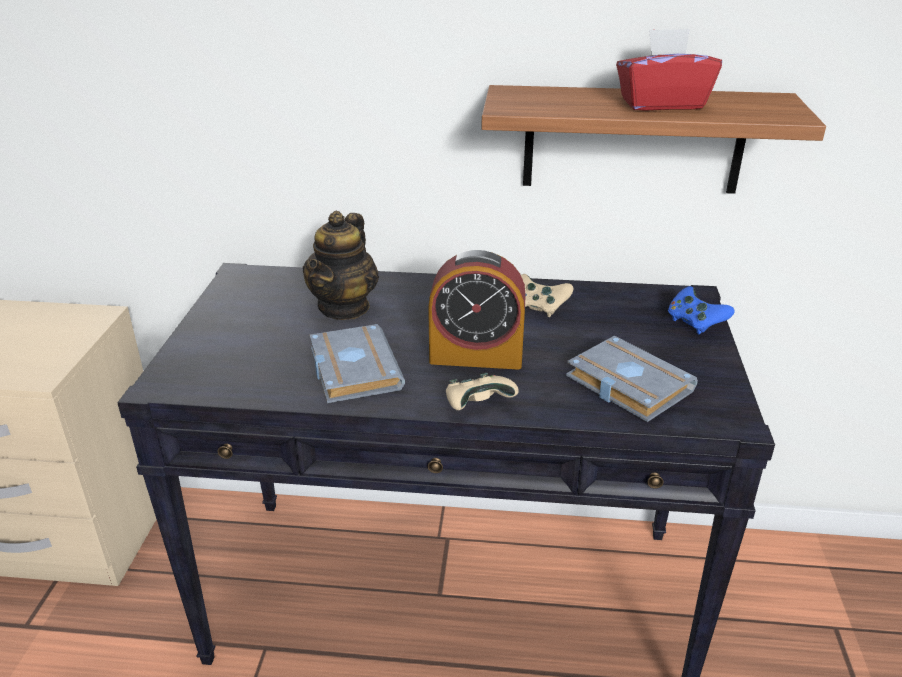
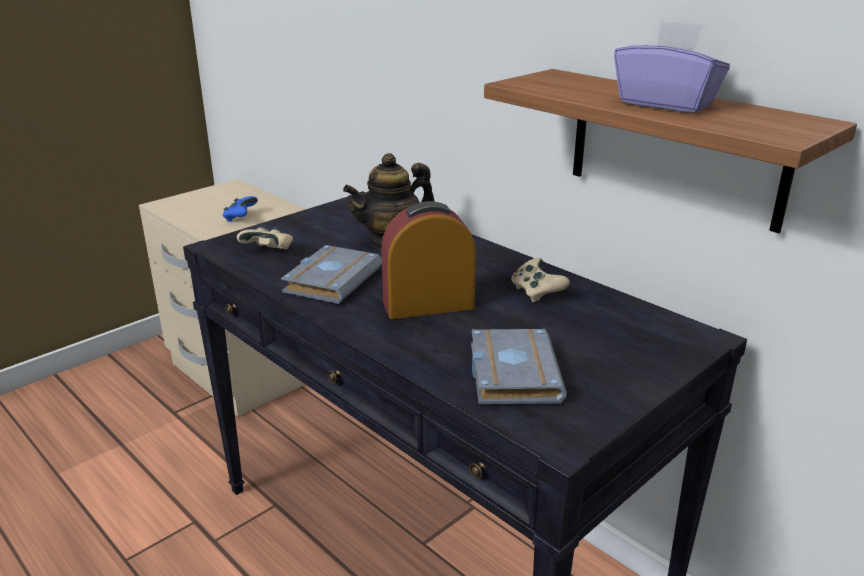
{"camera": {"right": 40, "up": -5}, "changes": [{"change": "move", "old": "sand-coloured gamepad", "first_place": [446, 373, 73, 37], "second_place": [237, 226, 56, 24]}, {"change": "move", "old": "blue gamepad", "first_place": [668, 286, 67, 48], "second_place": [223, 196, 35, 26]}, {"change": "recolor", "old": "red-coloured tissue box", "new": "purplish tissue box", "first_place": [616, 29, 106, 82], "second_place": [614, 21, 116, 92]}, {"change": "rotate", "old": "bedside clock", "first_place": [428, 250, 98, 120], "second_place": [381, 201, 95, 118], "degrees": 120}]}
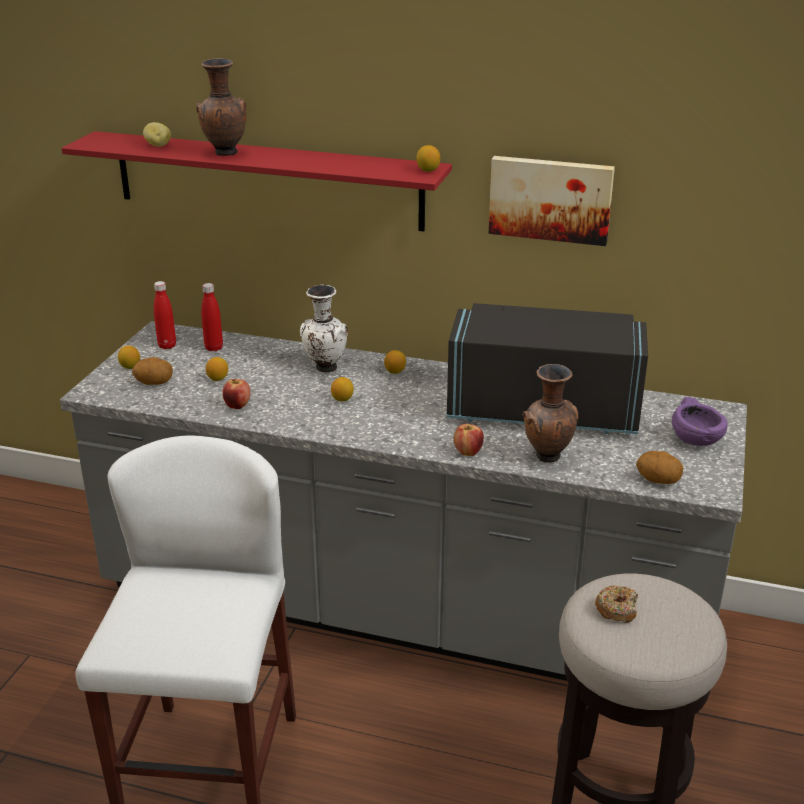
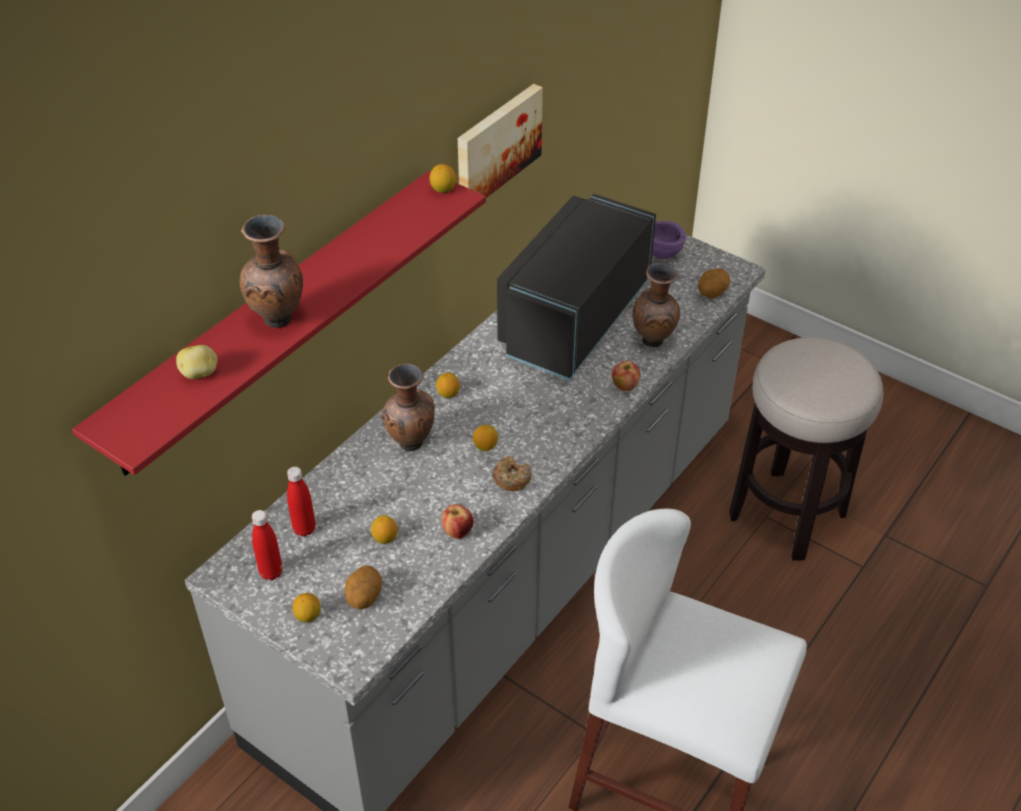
{"camera": {"right": -70, "up": 15}, "changes": [{"change": "move", "old": "donut", "first_place": [595, 586, 43, 37], "second_place": [492, 456, 39, 35]}, {"change": "recolor", "old": "white-coloured decorative vase", "new": "brown decorative vase", "first_place": [300, 285, 48, 87], "second_place": [381, 364, 54, 87]}]}
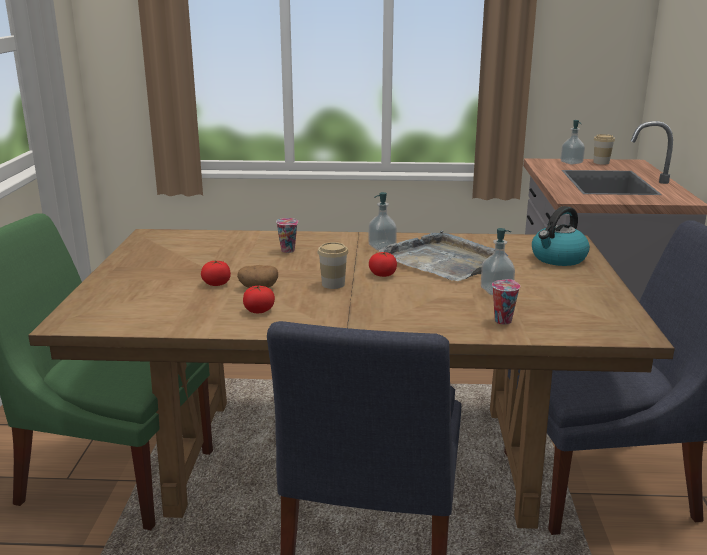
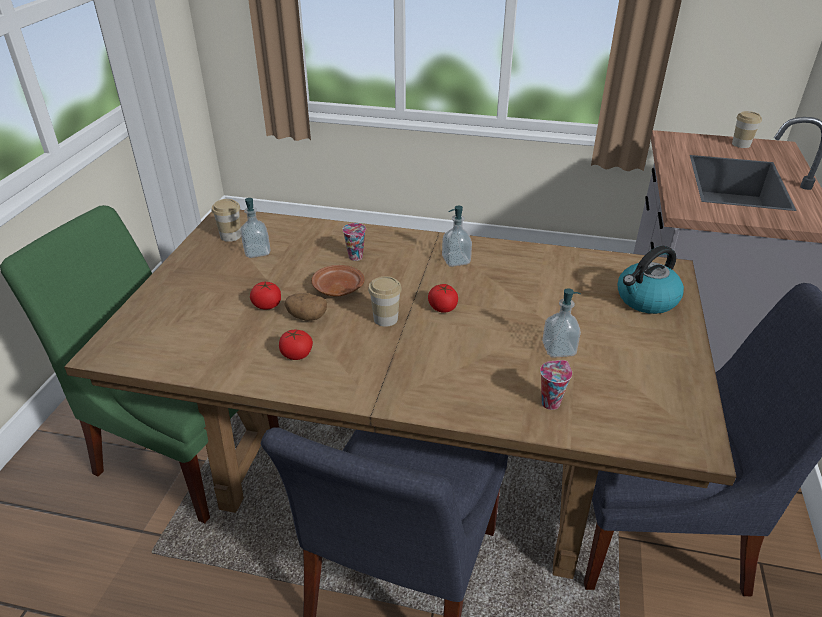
{"camera": {"right": 10, "up": 15}, "changes": [{"change": "delete", "old": "grey tray", "first_place": [379, 230, 129, 51]}, {"change": "insert", "new": "small cup", "second_place": [212, 199, 29, 43]}, {"change": "insert", "new": "brown flat dish", "second_place": [311, 265, 53, 32]}, {"change": "move", "old": "liquid soap bottle", "first_place": [561, 120, 24, 45], "second_place": [240, 198, 30, 60]}]}
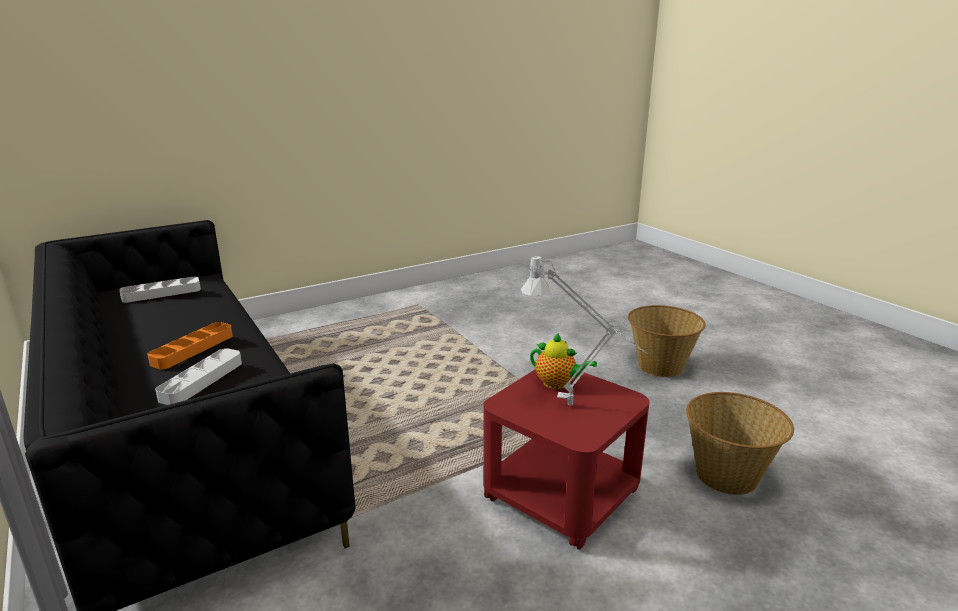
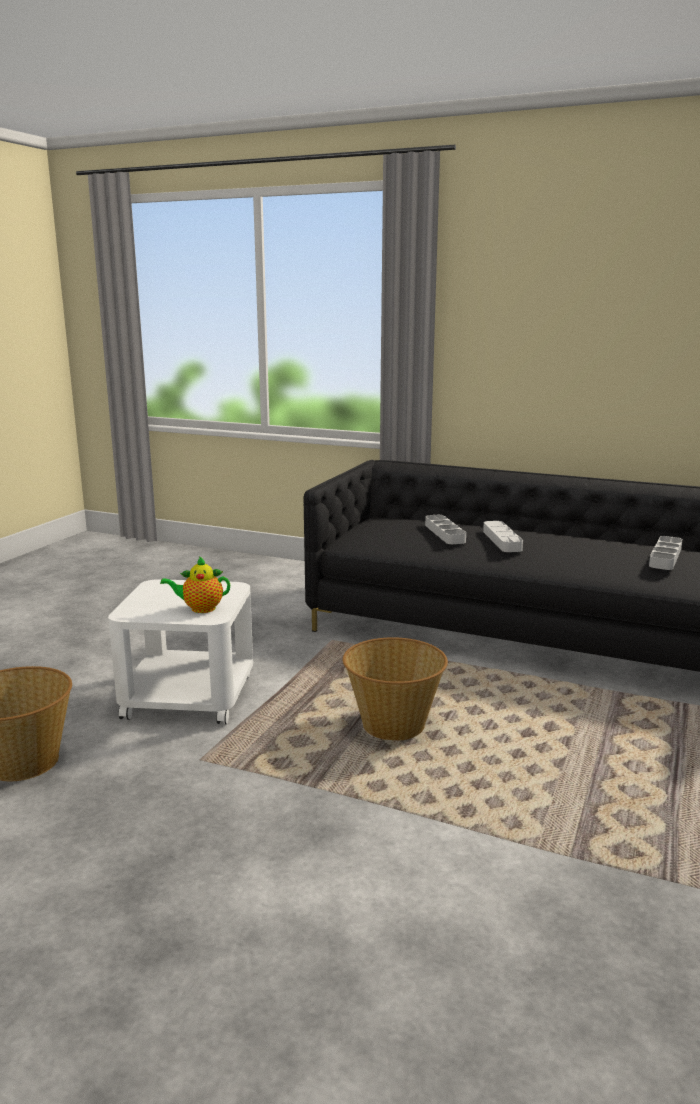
{"camera": {"right": 145, "up": -5}, "changes": [{"change": "delete", "old": "grey lamp for a table", "first_place": [521, 255, 128, 151]}, {"change": "move", "old": "storage basket", "first_place": [628, 305, 78, 72], "second_place": [343, 637, 105, 104]}, {"change": "recolor", "old": "orange-coloured tray", "new": "grey tray", "first_place": [147, 322, 86, 48], "second_place": [483, 521, 40, 31]}, {"change": "recolor", "old": "red-coloured side table", "new": "white-coloured side table", "first_place": [483, 369, 167, 181], "second_place": [108, 579, 145, 145]}]}
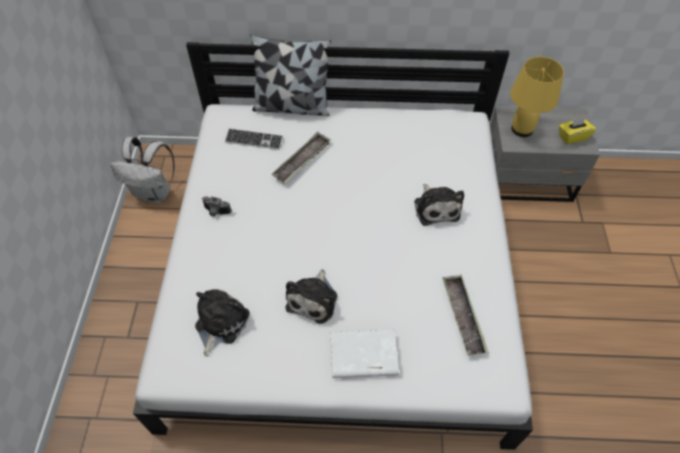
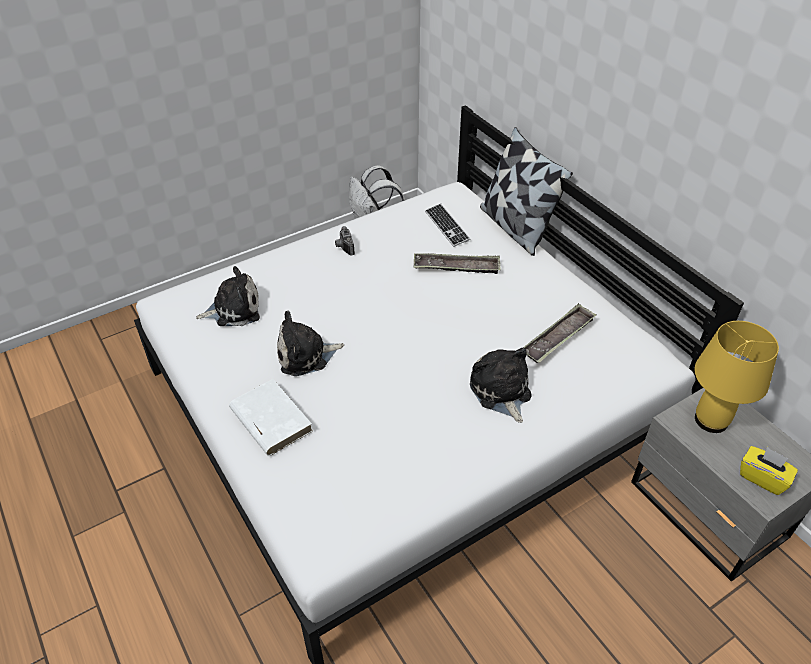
{"camera": {"right": 55, "up": -10}, "changes": [{"change": "move", "old": "tray", "first_place": [442, 275, 47, 81], "second_place": [523, 303, 73, 60]}, {"change": "rotate", "old": "cuddly toy", "first_place": [414, 184, 50, 42], "second_place": [470, 347, 62, 76], "degrees": 120}]}
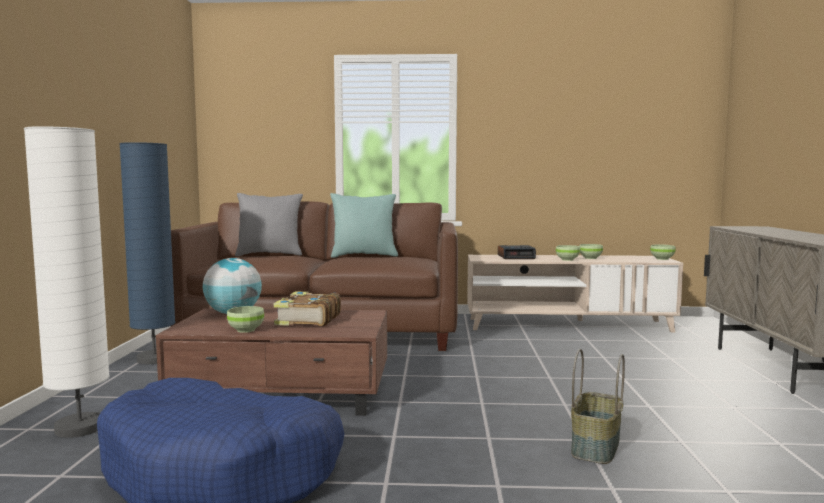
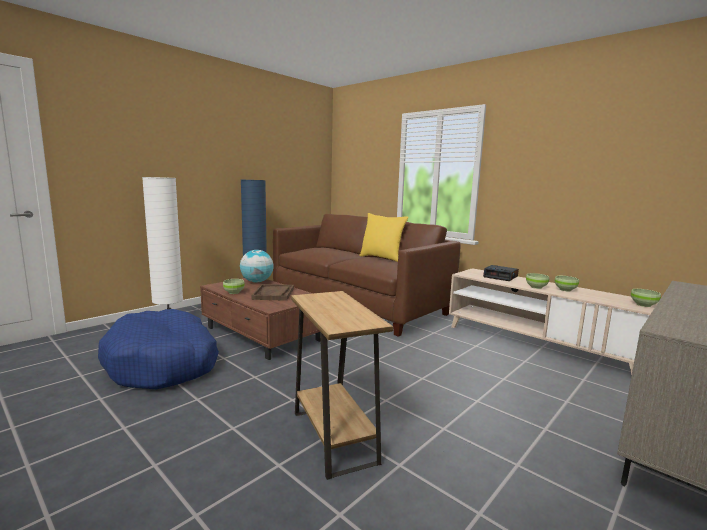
{"camera": {"right": 40, "up": 5}, "changes": [{"change": "delete", "old": "grey cushion", "first_place": [235, 193, 68, 63]}, {"change": "replace", "old": "bound book", "new": "brown tray", "first_place": [274, 291, 67, 35], "second_place": [251, 284, 43, 17]}, {"change": "replace", "old": "storage basket", "new": "brown side table", "first_place": [571, 349, 54, 115], "second_place": [291, 291, 102, 189]}, {"change": "recolor", "old": "blue-green cushion", "new": "yellow cushion", "first_place": [330, 193, 68, 65], "second_place": [359, 213, 49, 49]}]}
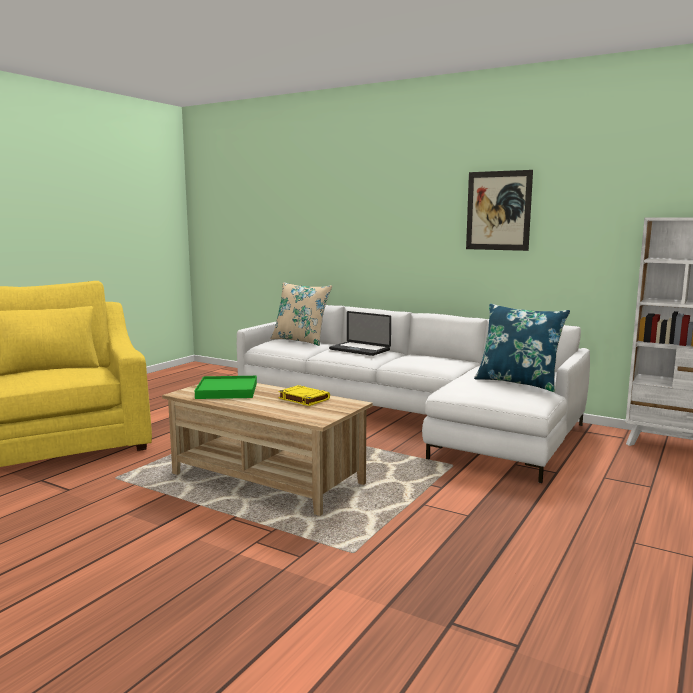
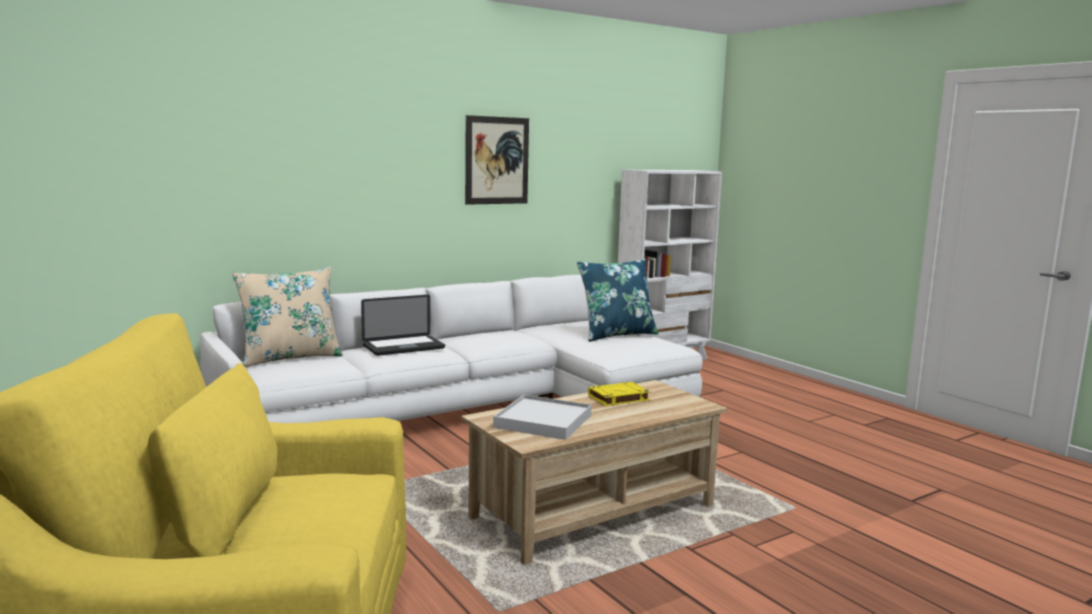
{"camera": {"right": -65, "up": 0}, "changes": [{"change": "recolor", "old": "green-coloured tray", "new": "white-coloured tray", "first_place": [195, 376, 62, 23], "second_place": [493, 395, 99, 45]}]}
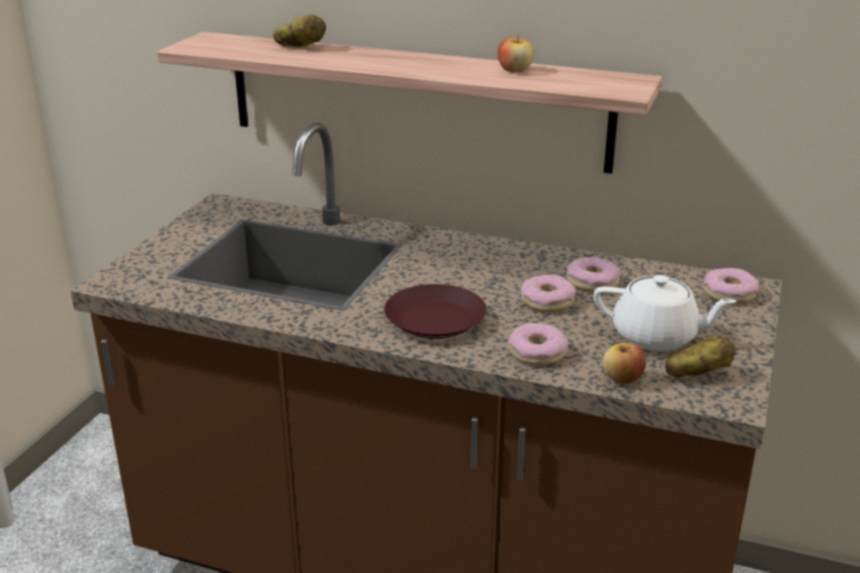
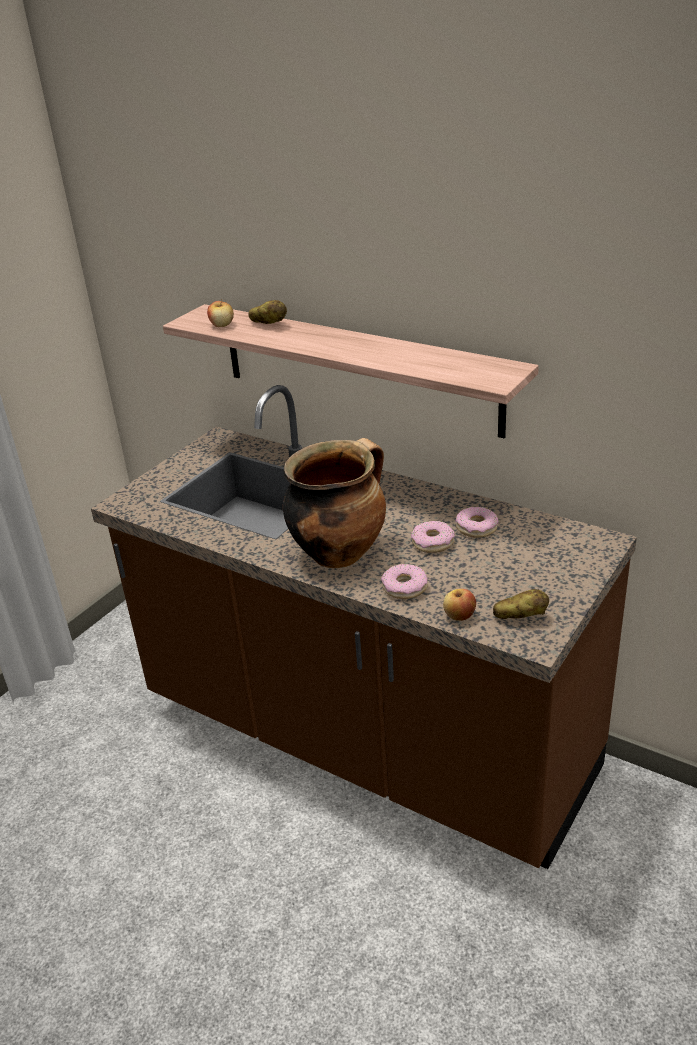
{"camera": {"right": 15, "up": 5}, "changes": [{"change": "delete", "old": "white-coloured teapot", "first_place": [594, 275, 143, 76]}, {"change": "delete", "old": "donut", "first_place": [704, 268, 55, 36]}, {"change": "move", "old": "apple", "first_place": [498, 33, 36, 39], "second_place": [207, 299, 27, 28]}, {"change": "replace", "old": "brown flat dish", "new": "stockpot", "first_place": [384, 284, 103, 55], "second_place": [283, 438, 103, 130]}]}
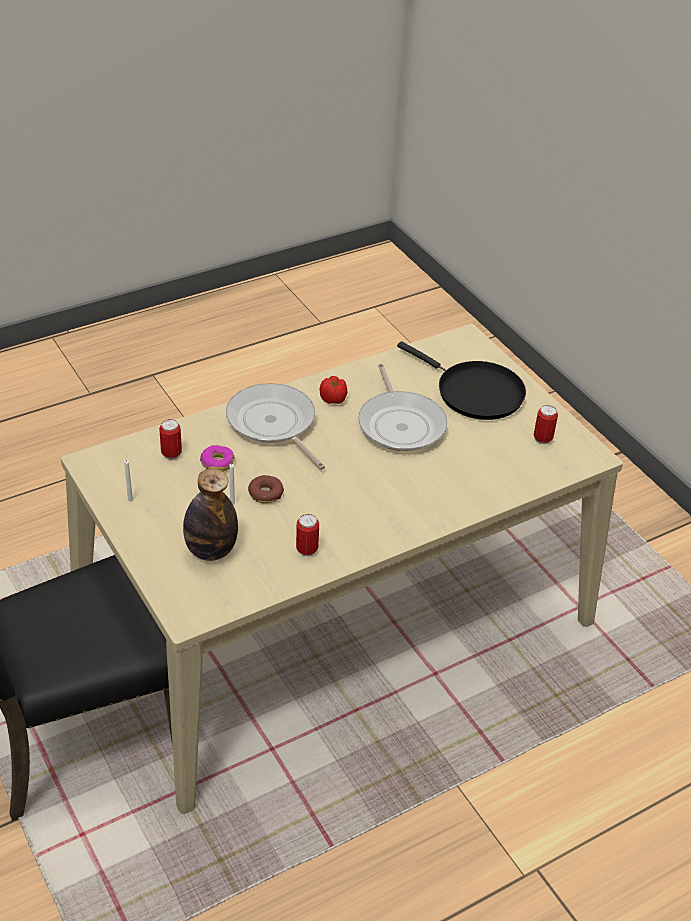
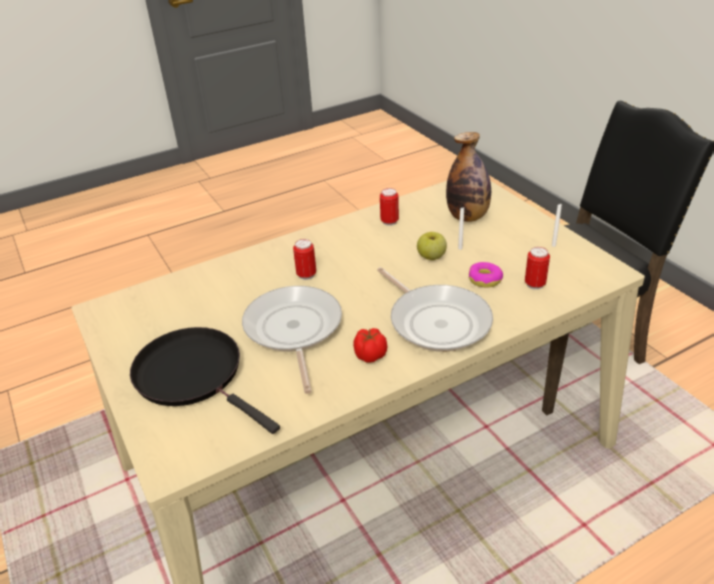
{"camera": {"right": -175, "up": -5}, "changes": [{"change": "move", "old": "can", "first_place": [534, 405, 24, 39], "second_place": [293, 239, 23, 41]}, {"change": "replace", "old": "donut", "new": "apple", "first_place": [248, 475, 36, 28], "second_place": [417, 232, 30, 28]}]}
